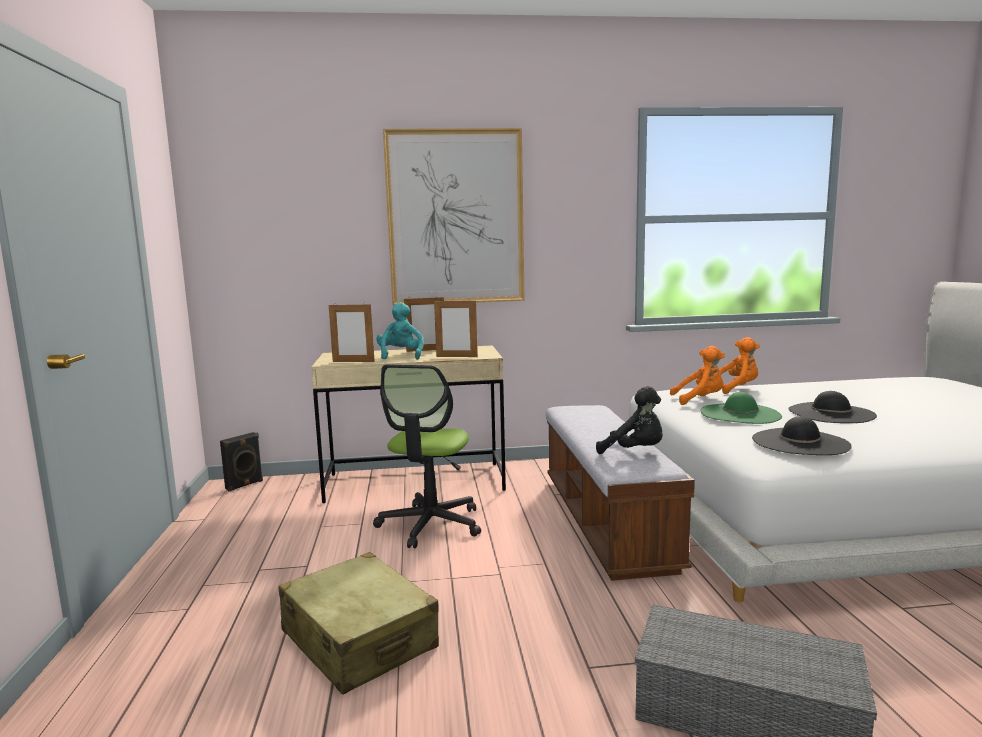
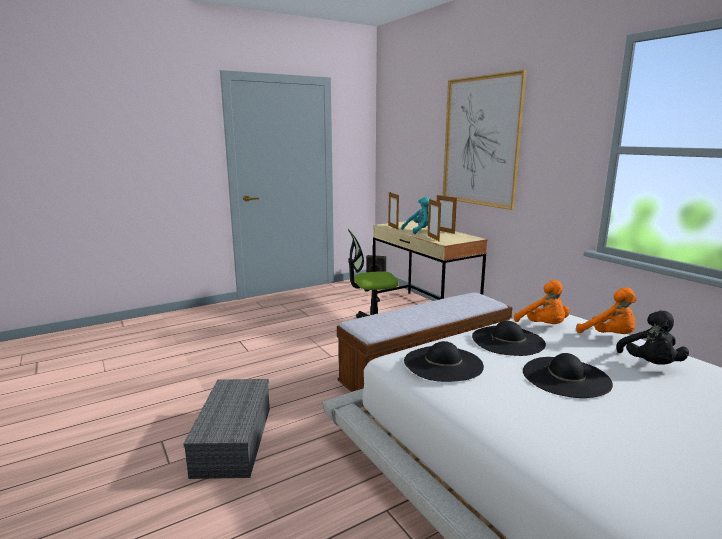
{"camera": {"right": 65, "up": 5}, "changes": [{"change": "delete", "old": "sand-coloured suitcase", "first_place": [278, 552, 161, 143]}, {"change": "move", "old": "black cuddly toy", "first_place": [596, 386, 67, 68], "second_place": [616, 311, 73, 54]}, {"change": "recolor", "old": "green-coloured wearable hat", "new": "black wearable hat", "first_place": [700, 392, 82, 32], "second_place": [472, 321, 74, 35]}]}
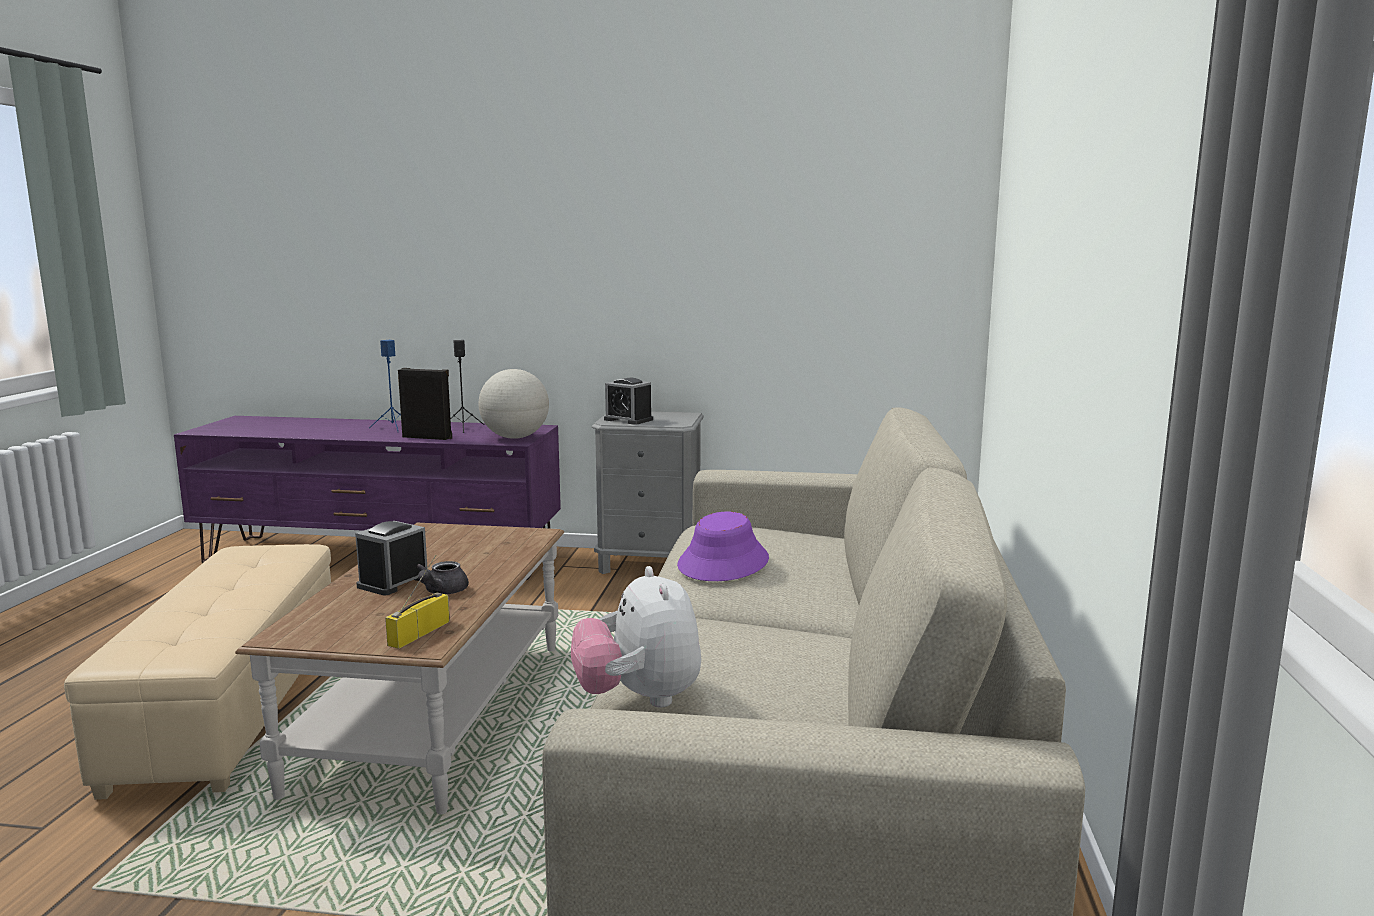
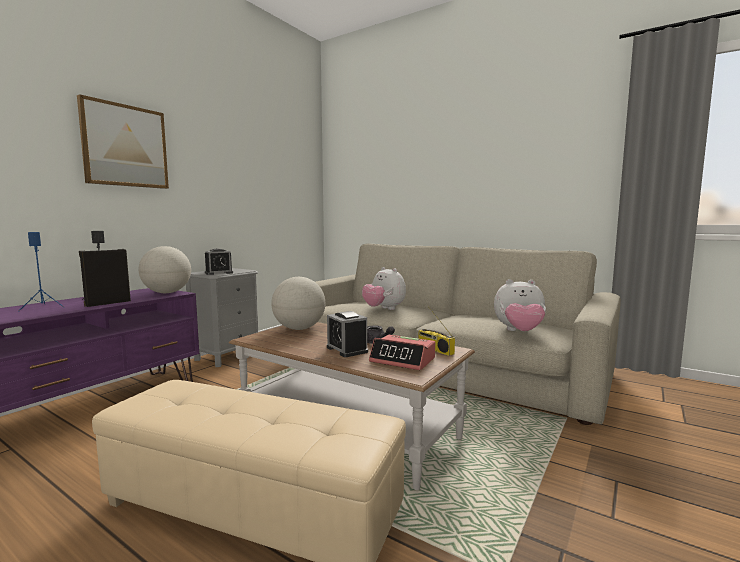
{"camera": {"right": -65, "up": -5}, "changes": [{"change": "insert", "new": "picture", "second_place": [77, 94, 92, 95]}, {"change": "insert", "new": "desk globe", "second_place": [271, 277, 54, 53]}, {"change": "insert", "new": "bedside clock", "second_place": [369, 335, 66, 35]}, {"change": "replace", "old": "purplish wearable hat", "new": "cuddly toy", "first_place": [677, 512, 92, 69], "second_place": [362, 267, 44, 43]}]}
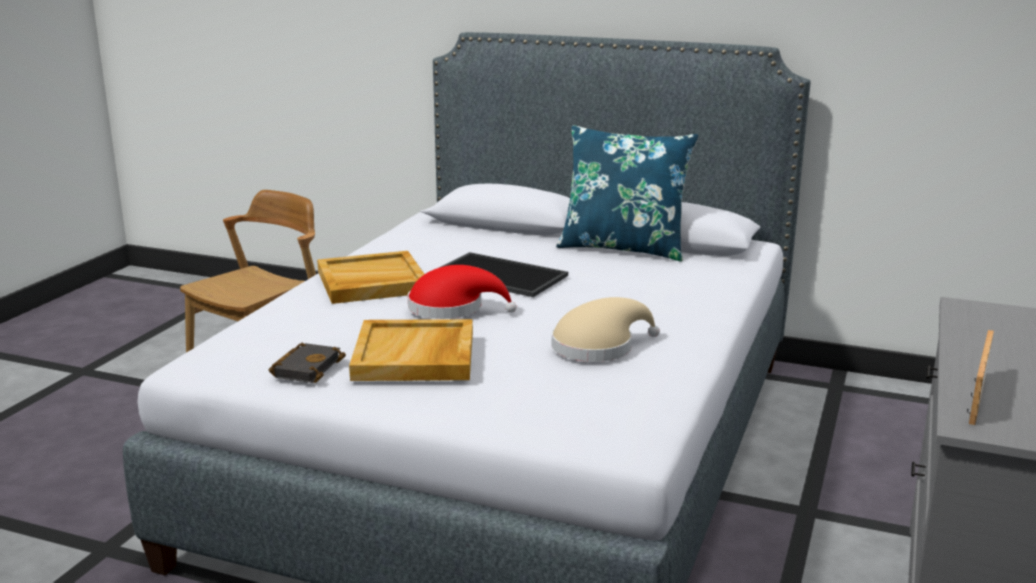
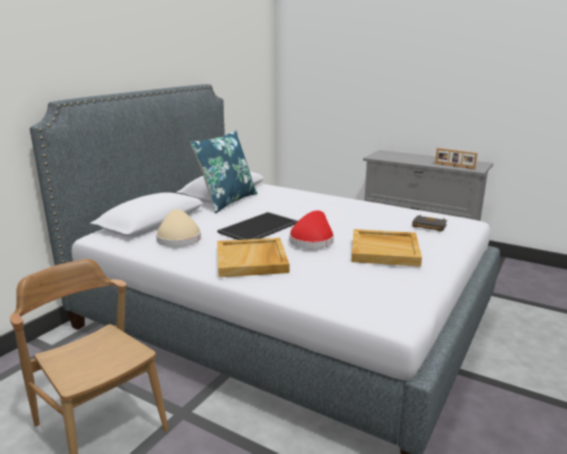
{"camera": {"right": -80, "up": 0}, "changes": [{"change": "move", "old": "black bound book", "first_place": [269, 342, 77, 41], "second_place": [412, 215, 35, 17]}, {"change": "move", "old": "sand-coloured wearable hat", "first_place": [552, 297, 108, 65], "second_place": [156, 209, 45, 38]}]}
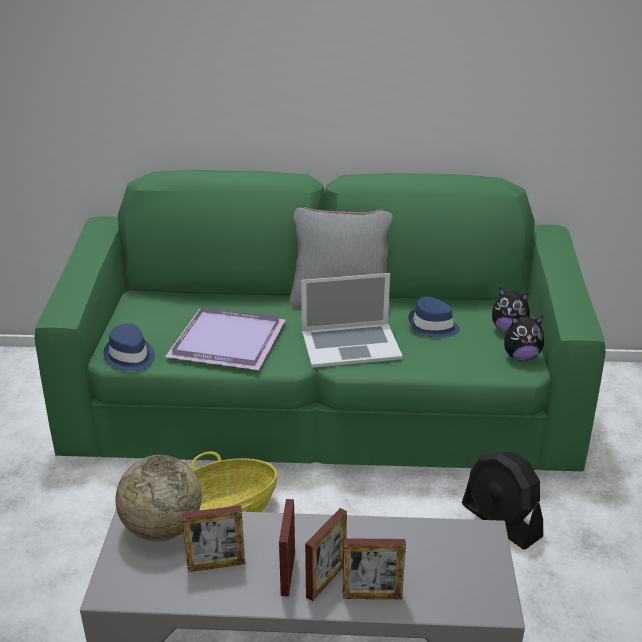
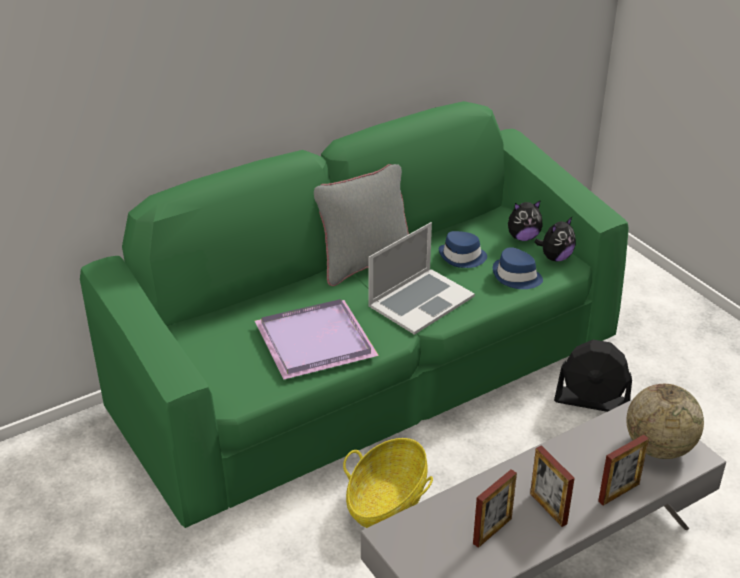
{"camera": {"right": -35, "up": 5}, "changes": [{"change": "delete", "old": "standing frame", "first_place": [305, 508, 42, 93]}, {"change": "move", "old": "blue wearable hat", "first_place": [104, 323, 51, 48], "second_place": [493, 247, 50, 42]}, {"change": "move", "old": "desk globe", "first_place": [116, 455, 86, 87], "second_place": [626, 384, 78, 75]}]}
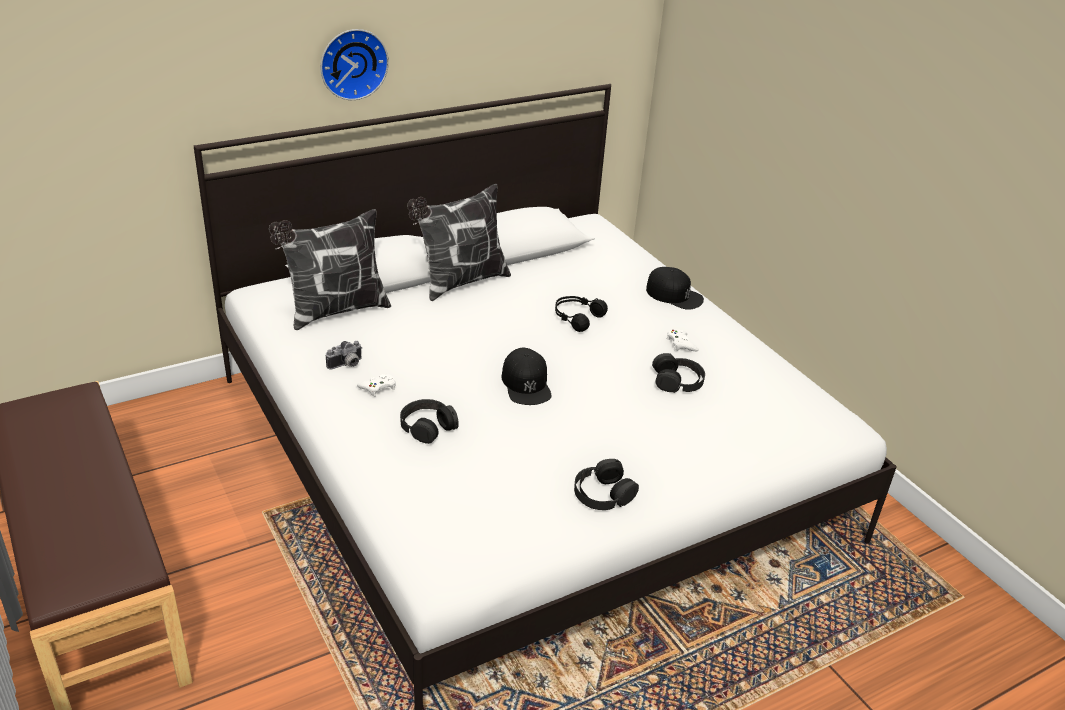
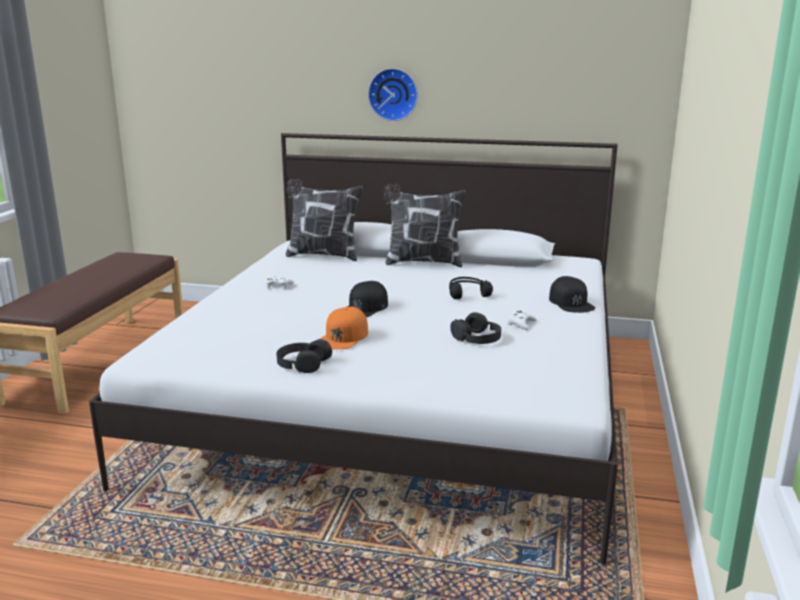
{"camera": {"right": 45, "up": -15}, "changes": [{"change": "delete", "old": "still camera", "first_place": [326, 341, 37, 29]}, {"change": "delete", "old": "black headphones", "first_place": [400, 399, 59, 45]}, {"change": "insert", "new": "orange-coloured baseball cap", "second_place": [320, 307, 48, 42]}]}
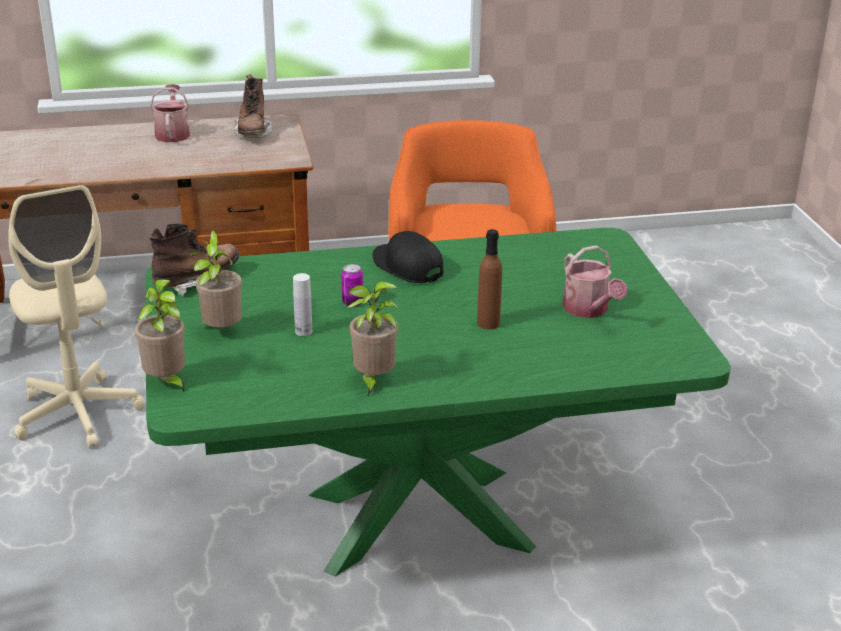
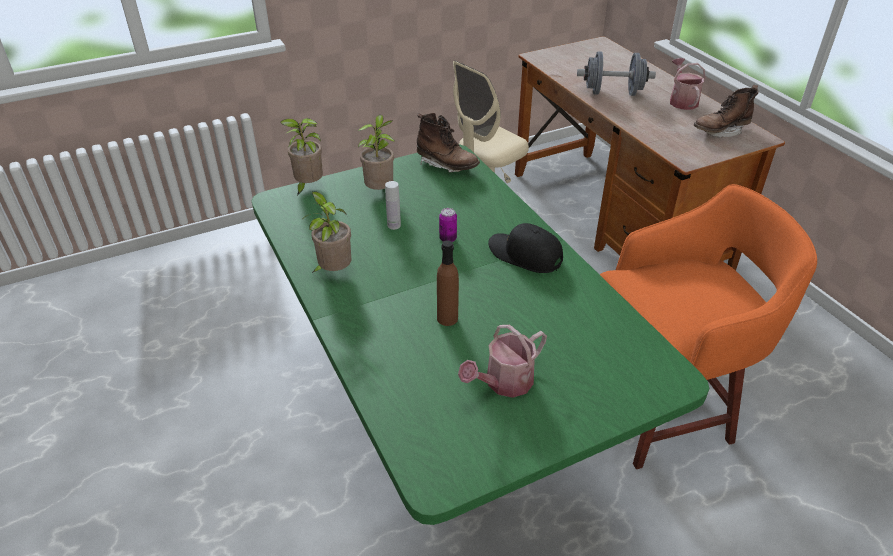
{"camera": {"right": 75, "up": 10}, "changes": [{"change": "insert", "new": "grey free weight", "second_place": [577, 51, 79, 45]}, {"change": "rotate", "old": "sprinkling can", "first_place": [150, 84, 40, 58], "second_place": [670, 58, 36, 52], "degrees": -75}, {"change": "rotate", "old": "black baseball cap", "first_place": [373, 231, 71, 52], "second_place": [488, 223, 75, 50], "degrees": -90}]}
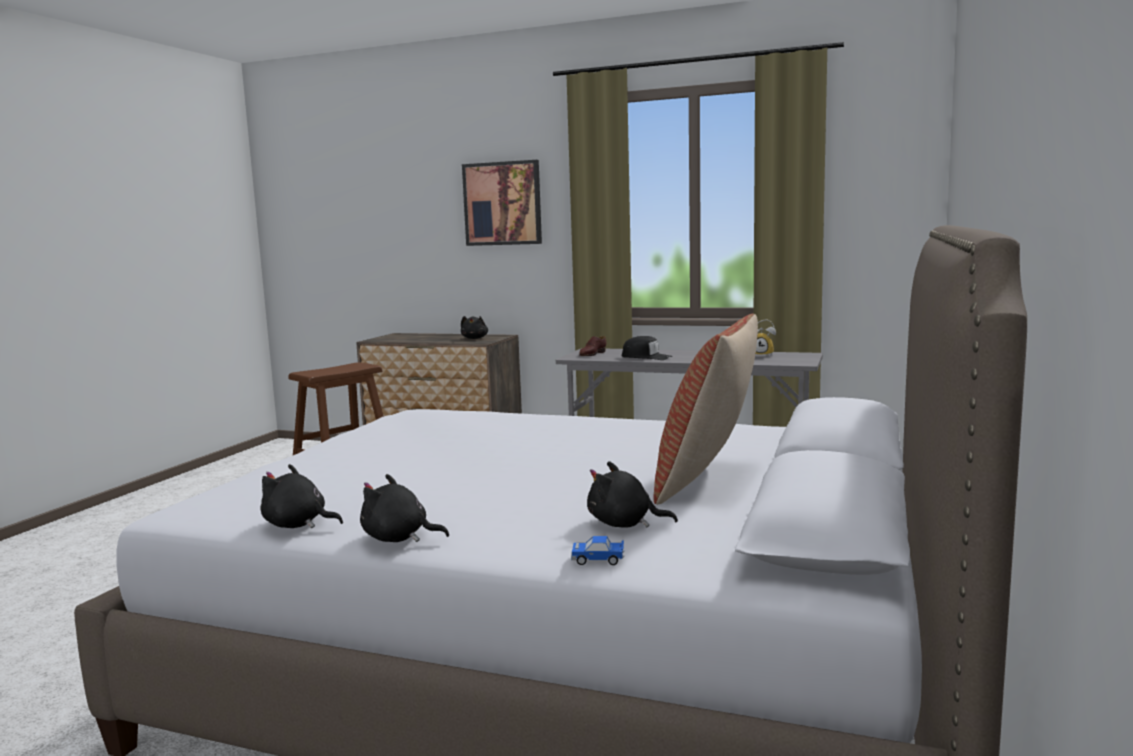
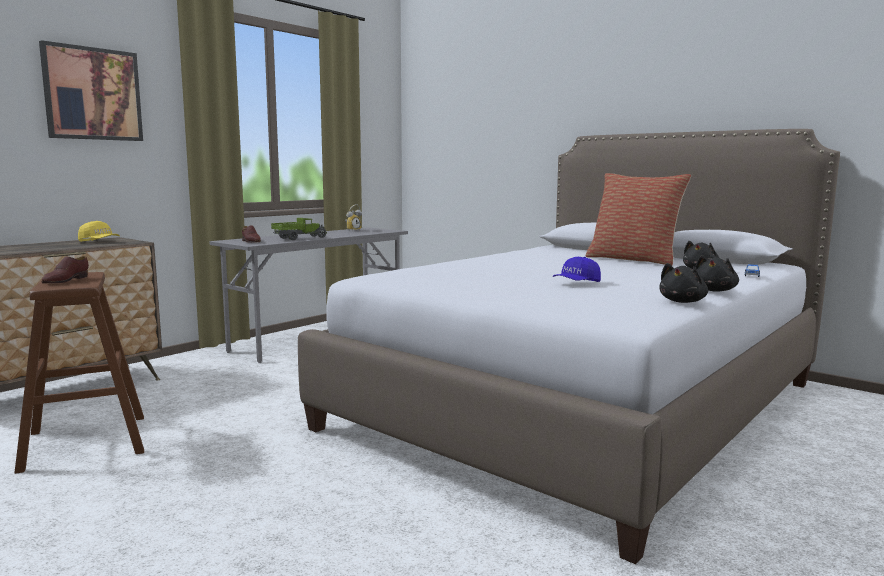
{"camera": {"right": -70, "up": 0}, "changes": [{"change": "insert", "new": "brown item of footwear", "second_place": [41, 256, 48, 28]}, {"change": "insert", "new": "blue baseball cap", "second_place": [553, 257, 48, 25]}, {"change": "replace", "old": "black cuddly toy", "new": "yellow baseball cap", "first_place": [461, 316, 27, 23], "second_place": [78, 221, 42, 21]}, {"change": "replace", "old": "black baseball cap", "new": "toy lorry", "first_place": [622, 336, 50, 24], "second_place": [271, 218, 55, 22]}]}
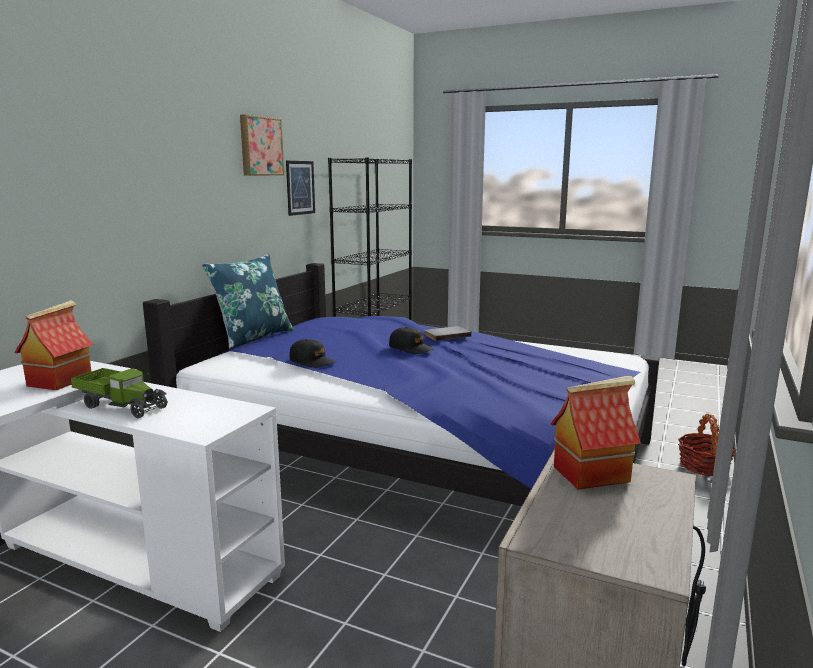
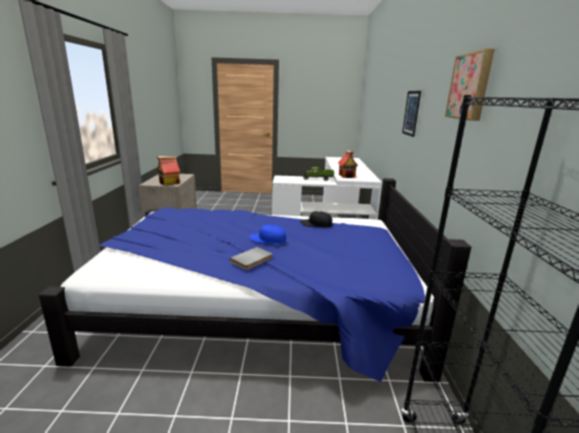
{"camera": {"right": 155, "up": 5}, "changes": [{"change": "delete", "old": "blue cushion", "first_place": [202, 254, 92, 96]}, {"change": "delete", "old": "storage basket", "first_place": [678, 413, 59, 63]}, {"change": "move", "old": "picture", "first_place": [286, 161, 29, 55], "second_place": [402, 91, 19, 46]}, {"change": "recolor", "old": "black baseball cap", "new": "blue baseball cap", "first_place": [389, 327, 45, 27], "second_place": [250, 225, 36, 19]}]}
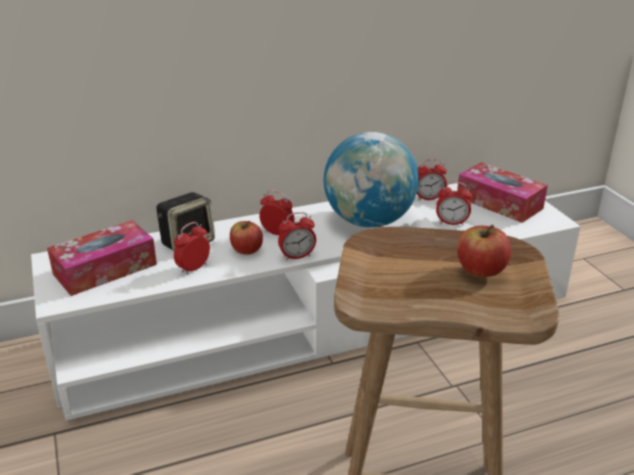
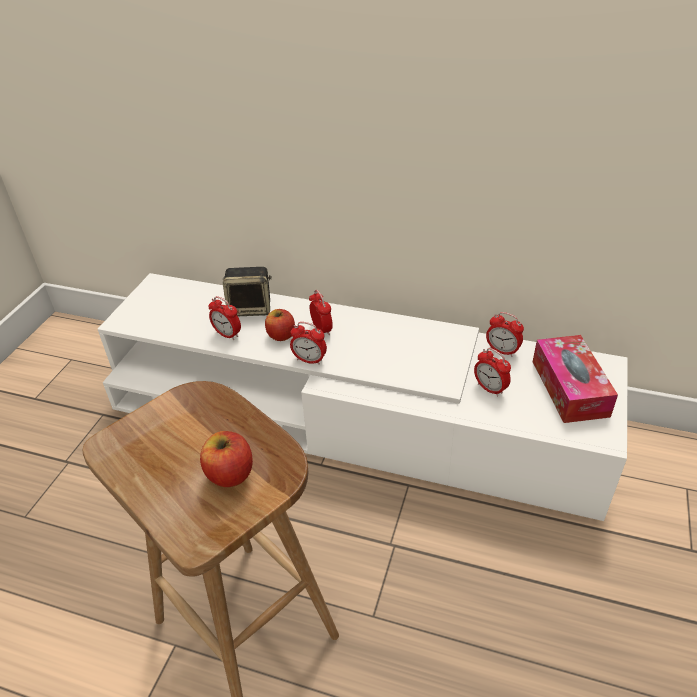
{"camera": {"right": 40, "up": 10}, "changes": [{"change": "delete", "old": "tissue box", "first_place": [47, 220, 110, 76]}, {"change": "delete", "old": "desk globe", "first_place": [324, 132, 95, 96]}, {"change": "rotate", "old": "bedside clock", "first_place": [174, 222, 36, 53], "second_place": [208, 296, 33, 44], "degrees": -135}]}
